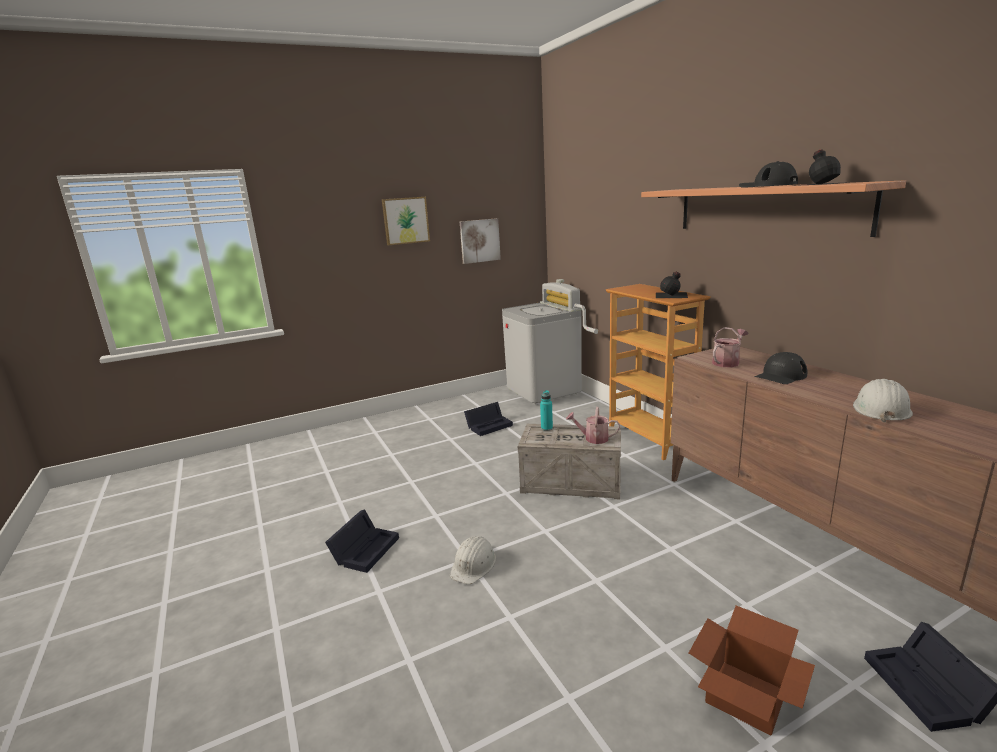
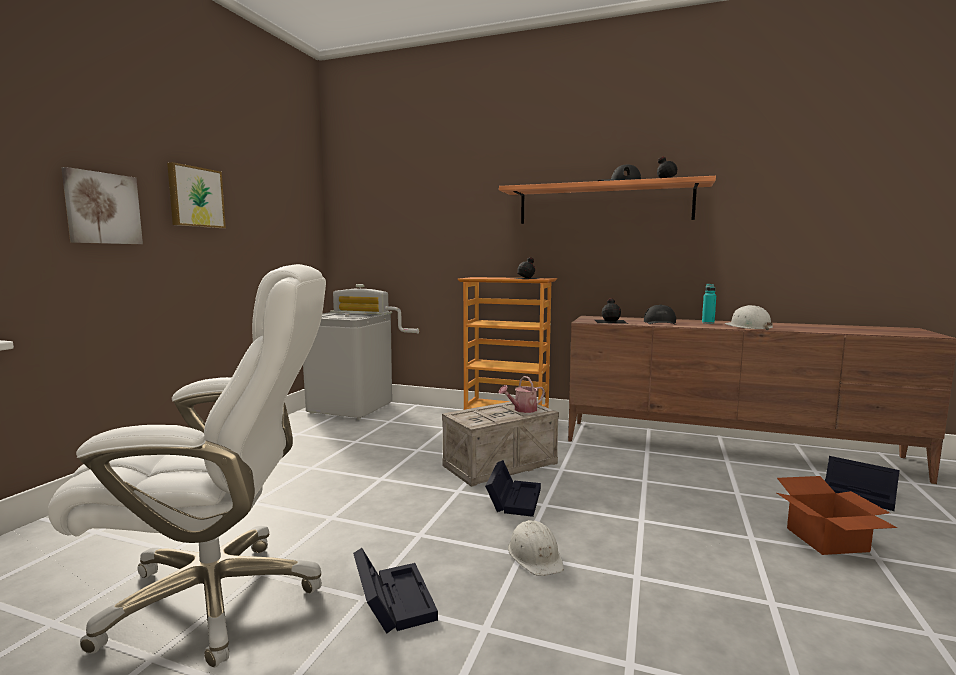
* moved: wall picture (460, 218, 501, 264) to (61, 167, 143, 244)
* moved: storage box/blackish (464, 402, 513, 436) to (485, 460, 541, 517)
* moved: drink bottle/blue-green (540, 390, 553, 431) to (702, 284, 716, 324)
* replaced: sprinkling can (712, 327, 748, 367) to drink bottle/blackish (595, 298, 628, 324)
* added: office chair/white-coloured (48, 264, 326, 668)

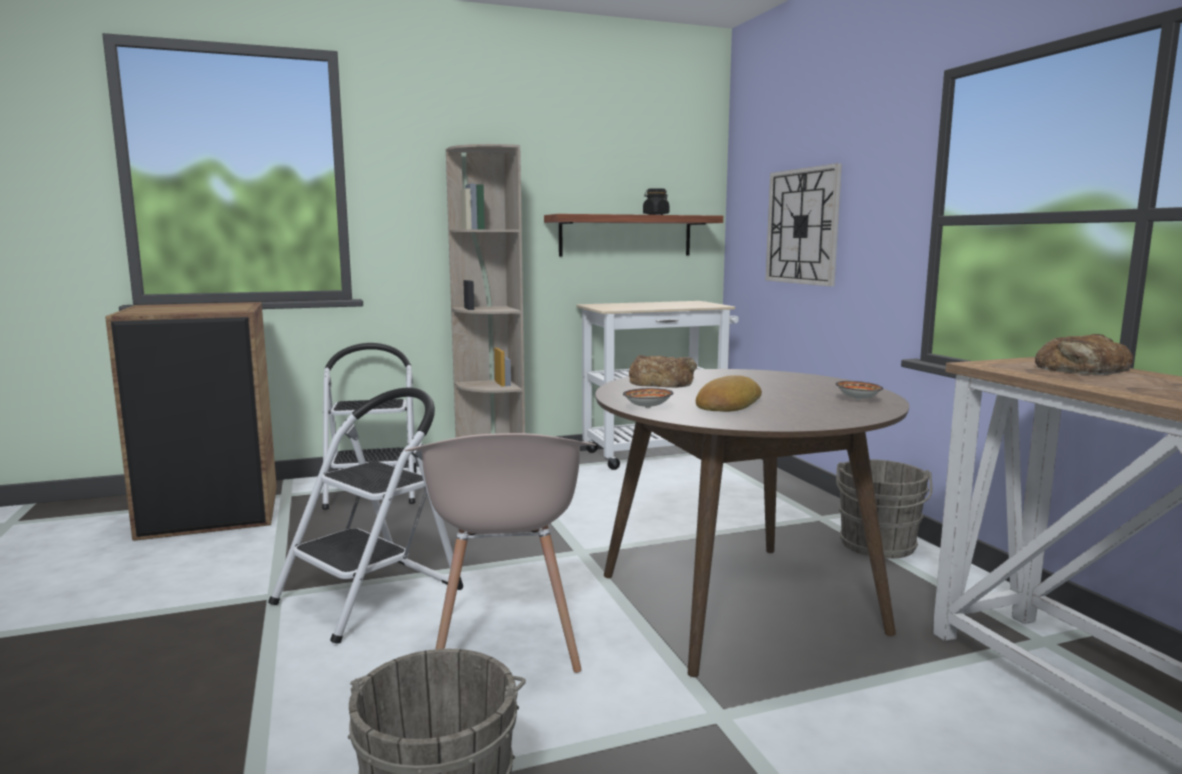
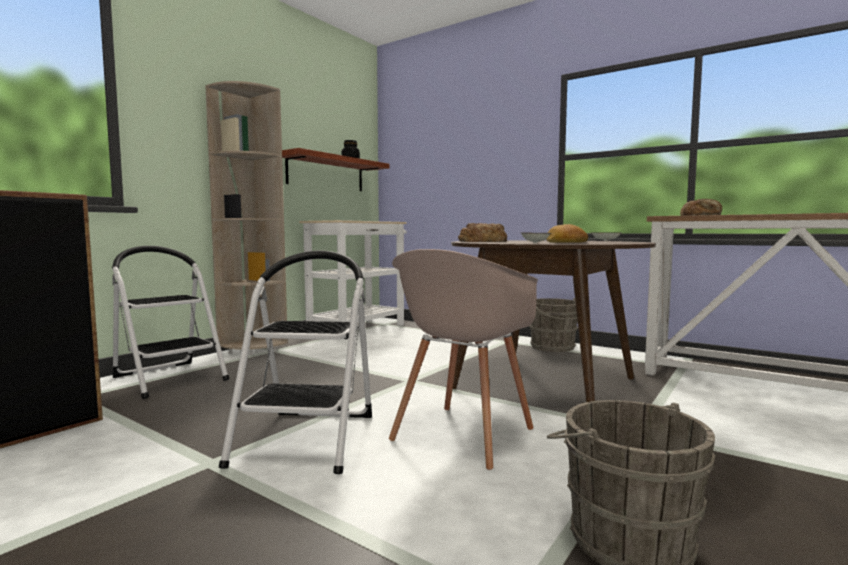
* turned: chair/sand-coloured (404, 433, 596, 673) = (389, 249, 538, 470) 75 degrees clockwise
* removed: wall clock (766, 163, 842, 286)

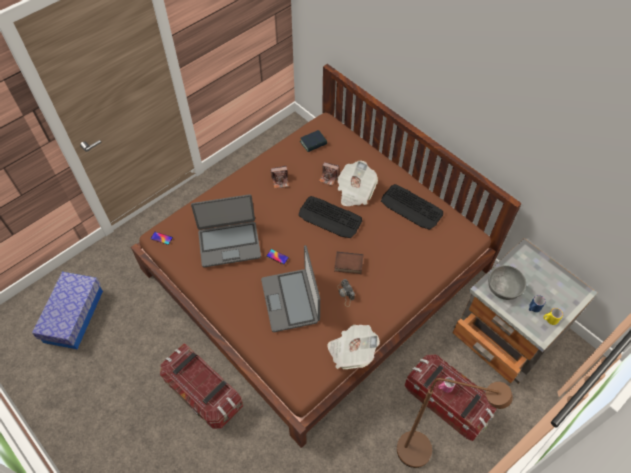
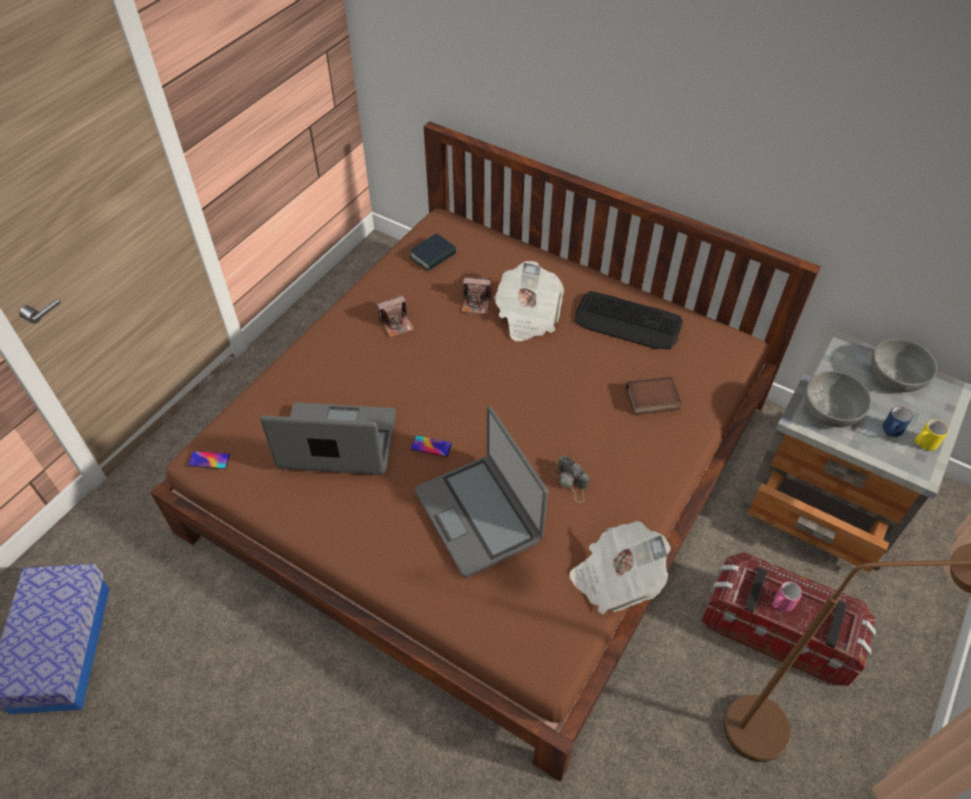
* removed: storage box (160, 344, 243, 429)
* turned: notebook computer (191, 194, 261, 267) = (260, 403, 396, 475) 150 degrees counterclockwise
* removed: keyboard (299, 196, 362, 238)
* moved: volume (334, 252, 363, 274) to (626, 377, 682, 415)
* added: bowl/gray (871, 338, 937, 392)

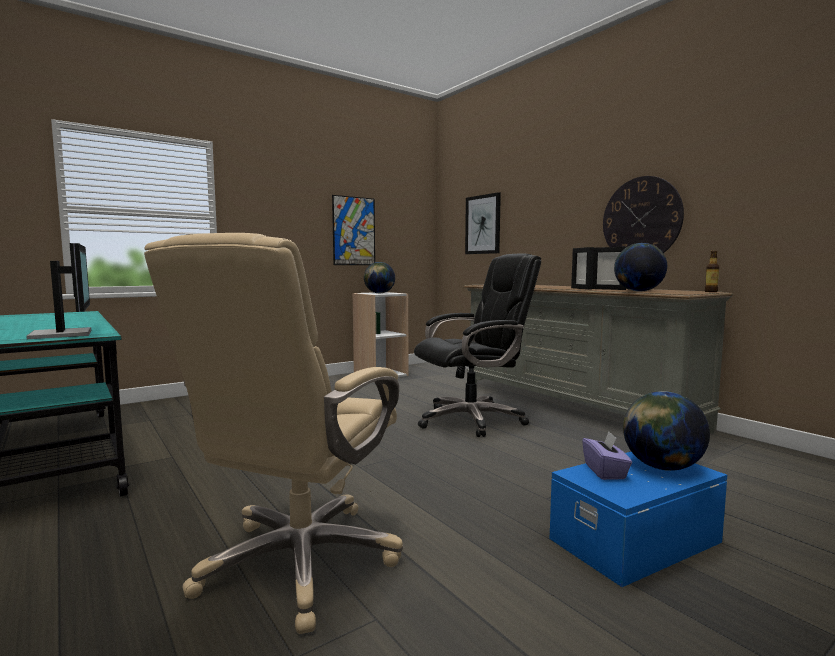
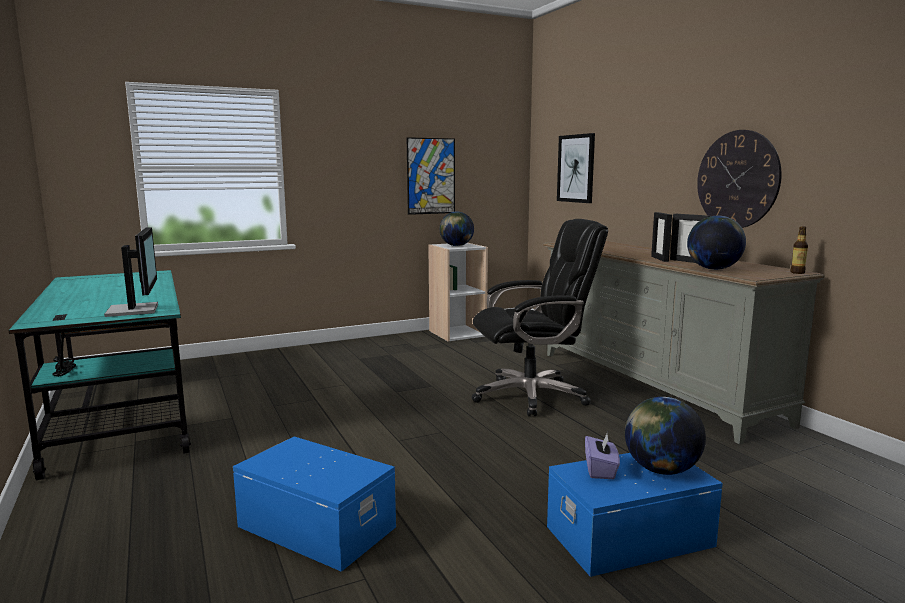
* replaced: office chair/sand-coloured (144, 233, 403, 634) to storage box/blue-coloured (233, 436, 396, 572)

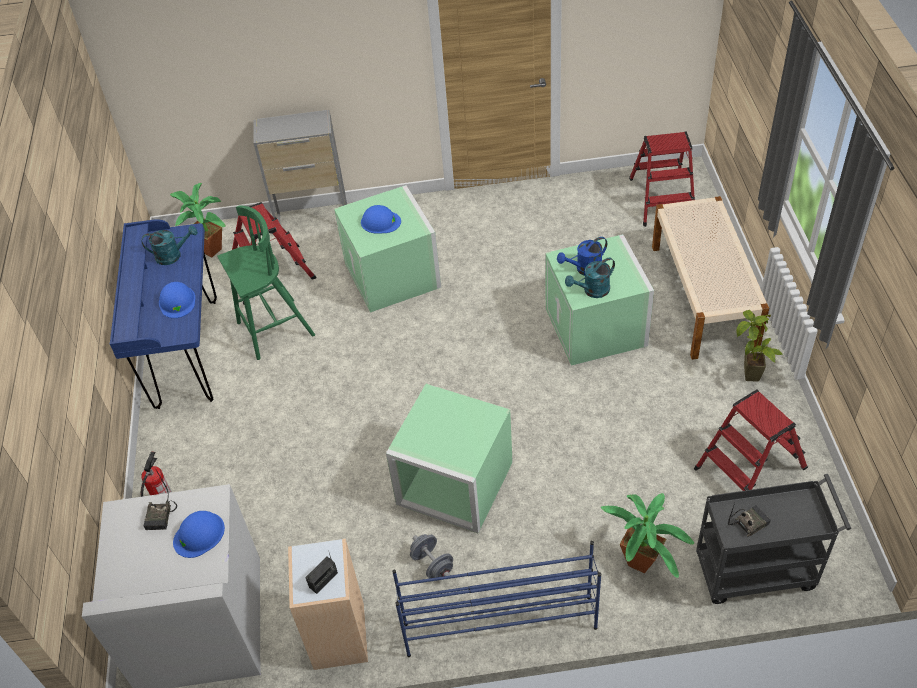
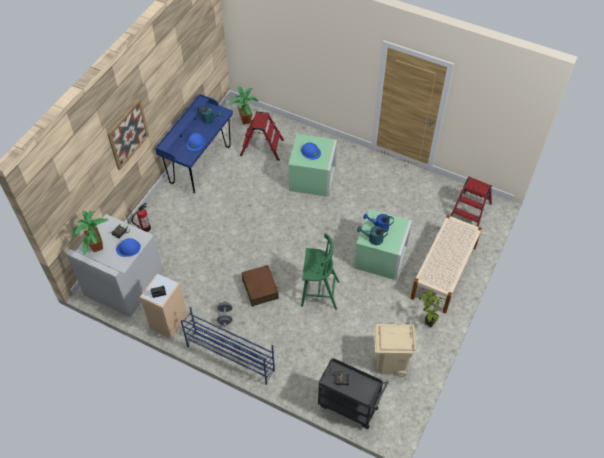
* moved: stool seat/green (217, 206, 315, 360) to (301, 233, 339, 310)
* removed: cabinet/gray (253, 110, 347, 223)
* replaced: storage box/green (386, 384, 513, 533) to suitcase/brownish (241, 265, 279, 307)
* moved: plant in a pot (601, 493, 694, 578) to (72, 210, 108, 255)
* replaced: step stool/red (694, 389, 808, 491) to trash can/sand-coloured (374, 324, 417, 377)
* added: wall picture (108, 99, 149, 170)

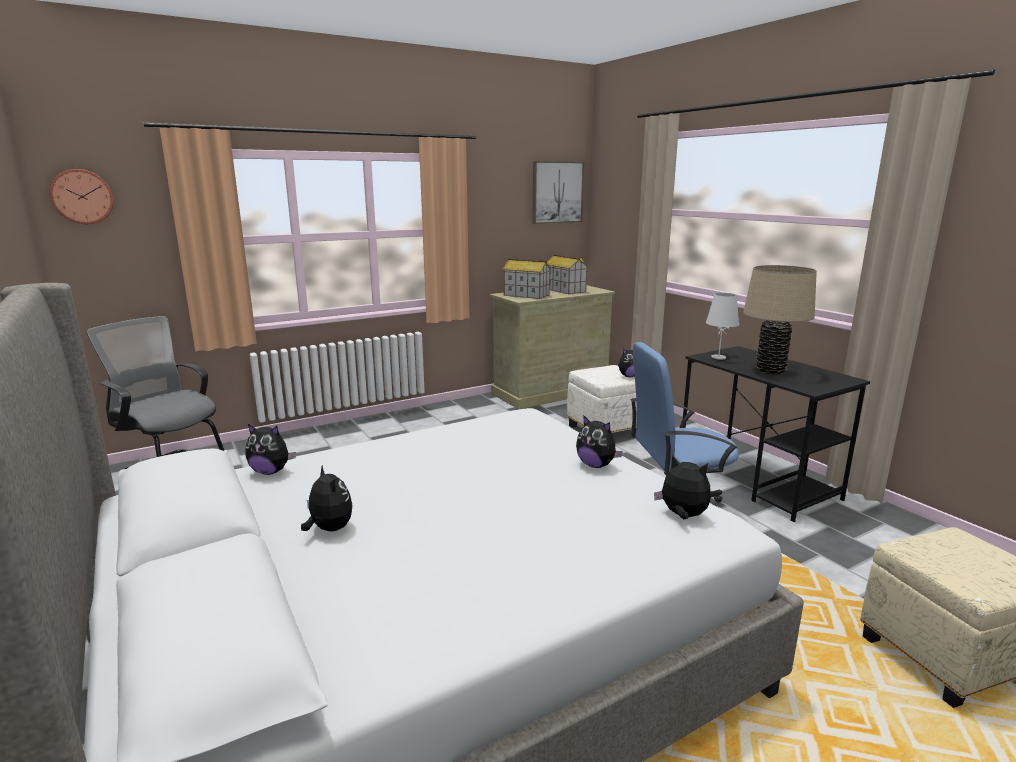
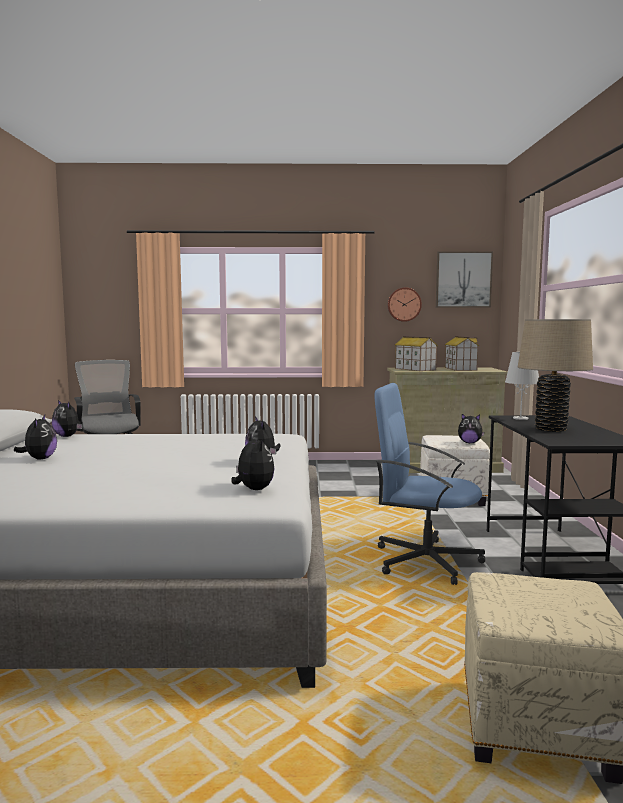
* moved: wall clock (49, 169, 114, 224) to (387, 287, 422, 322)

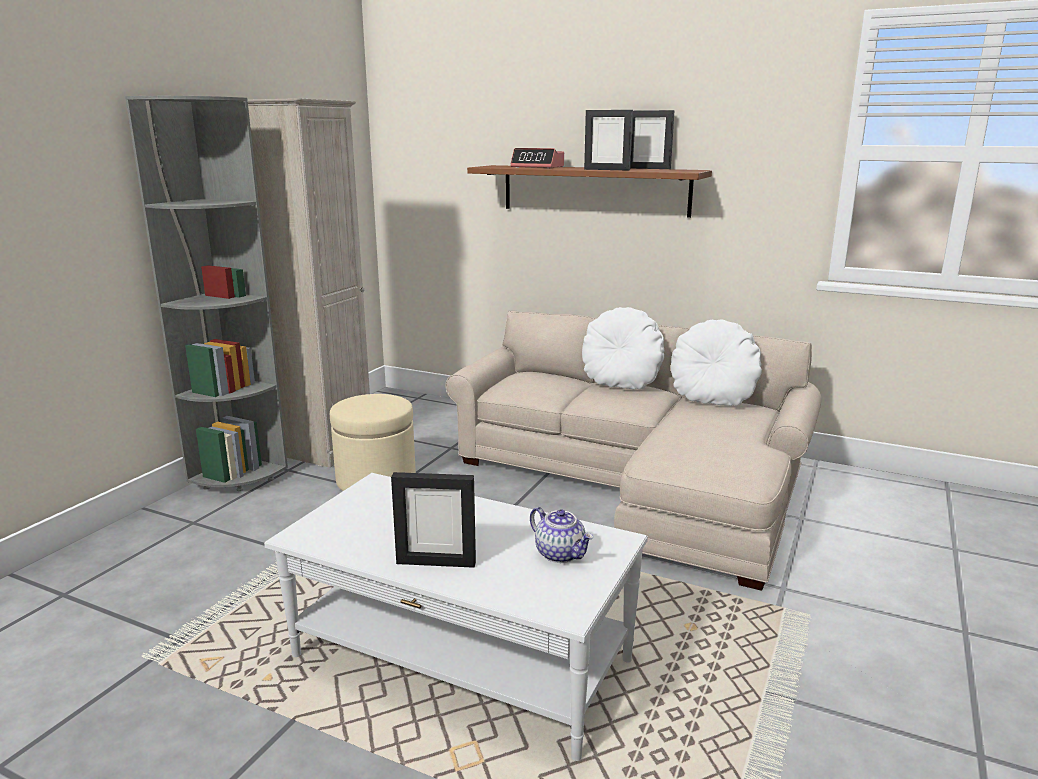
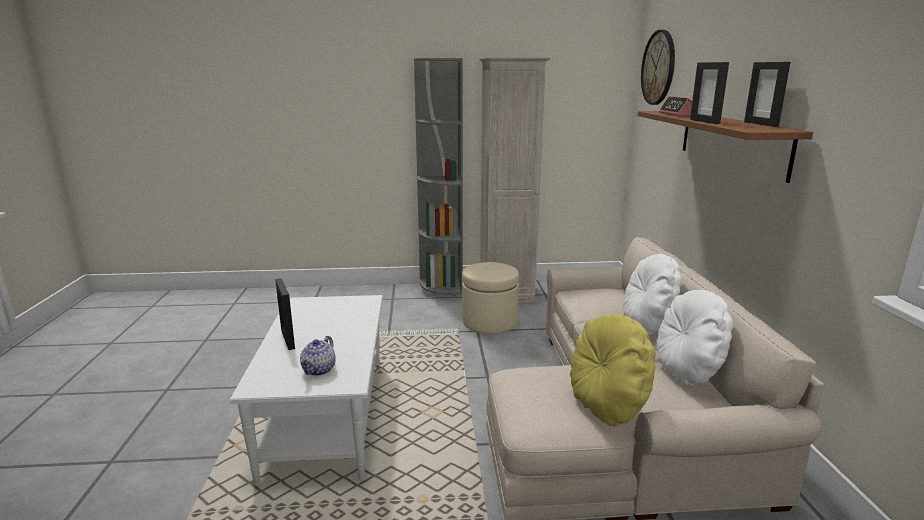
* added: pillow/yellow-coloured (570, 314, 656, 426)
* added: wall clock (641, 30, 675, 105)

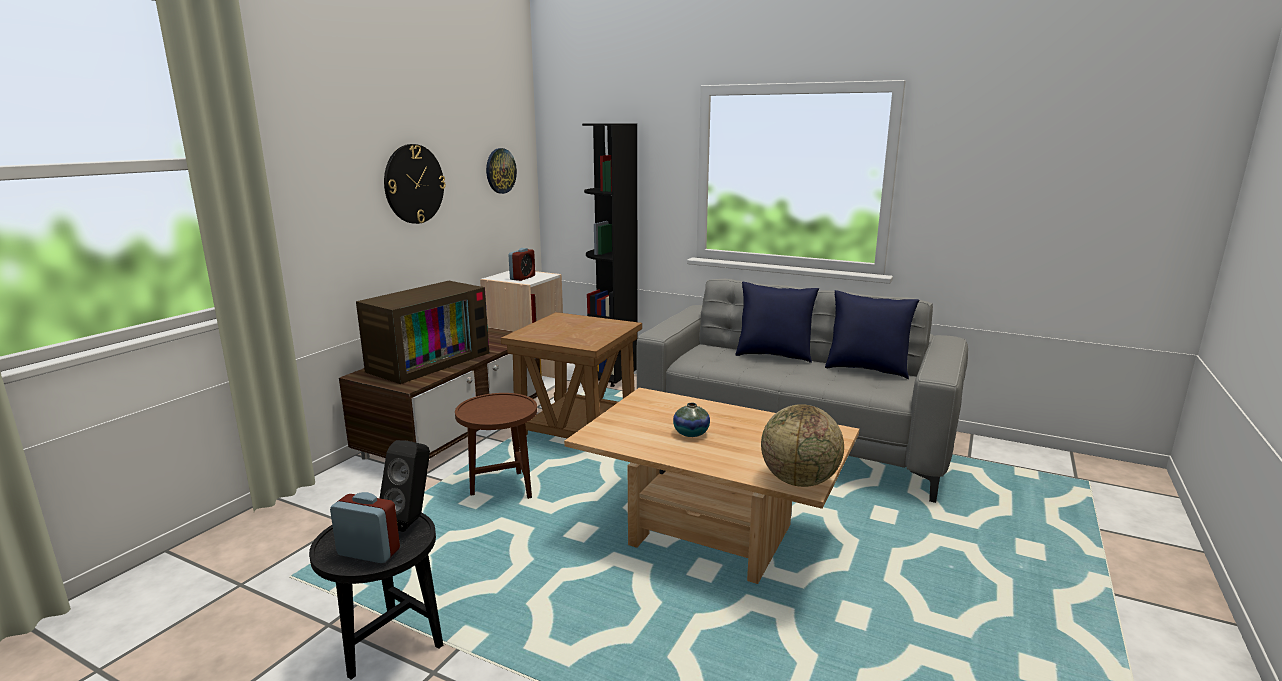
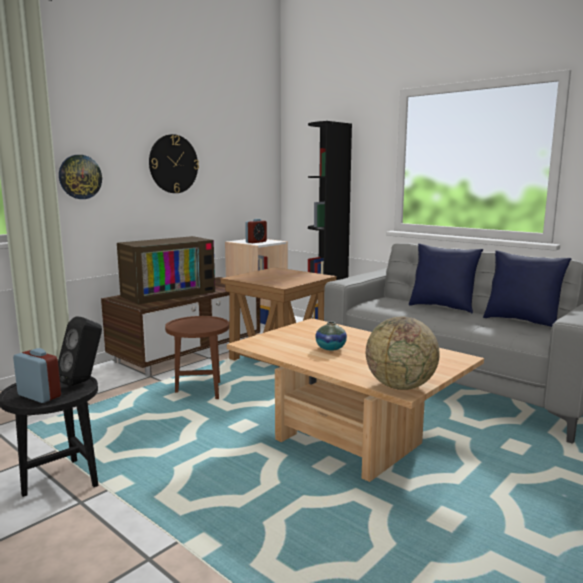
* moved: wall clock (486, 148, 517, 194) to (59, 155, 102, 199)

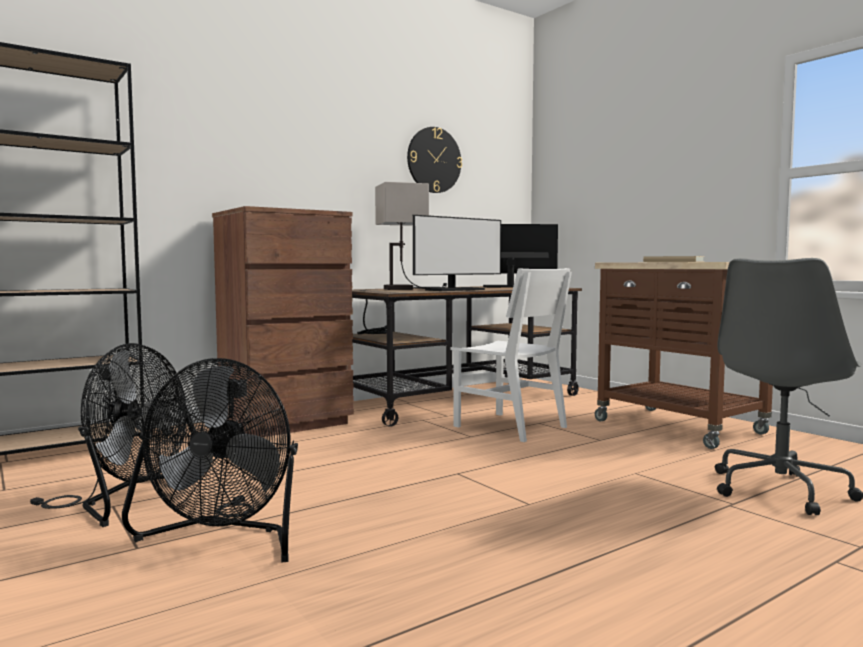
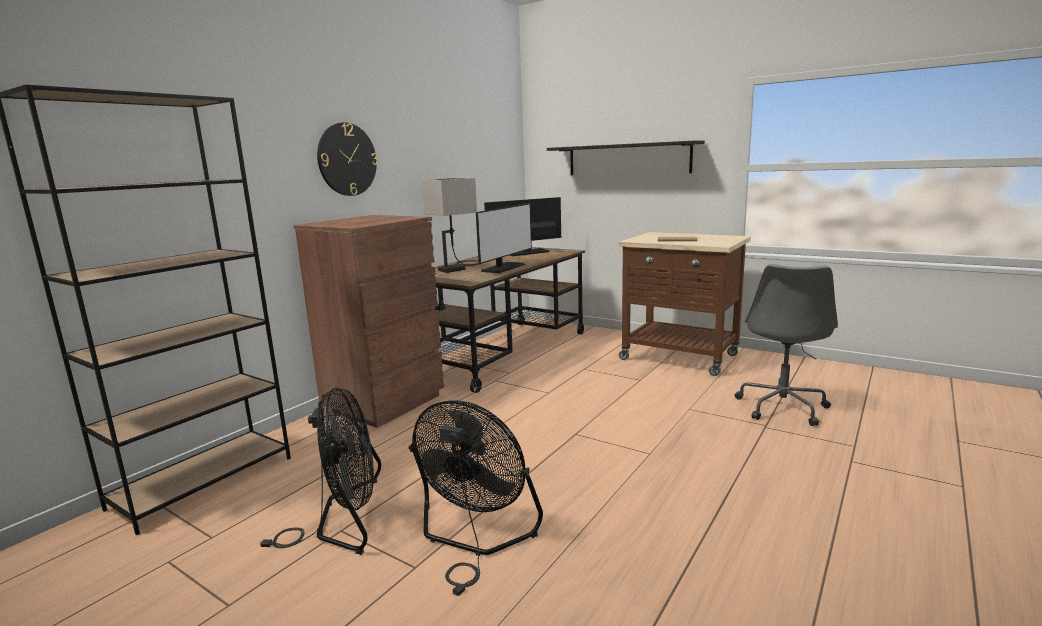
* turned: cooling fan/blackish (122, 358, 298, 563) = (408, 400, 543, 596) 150 degrees counterclockwise
* moved: wall clock (407, 127, 462, 193) to (317, 122, 378, 196)
* removed: chair/white-coloured (450, 268, 572, 442)
* added: wall shelf/blackish (547, 141, 705, 175)

